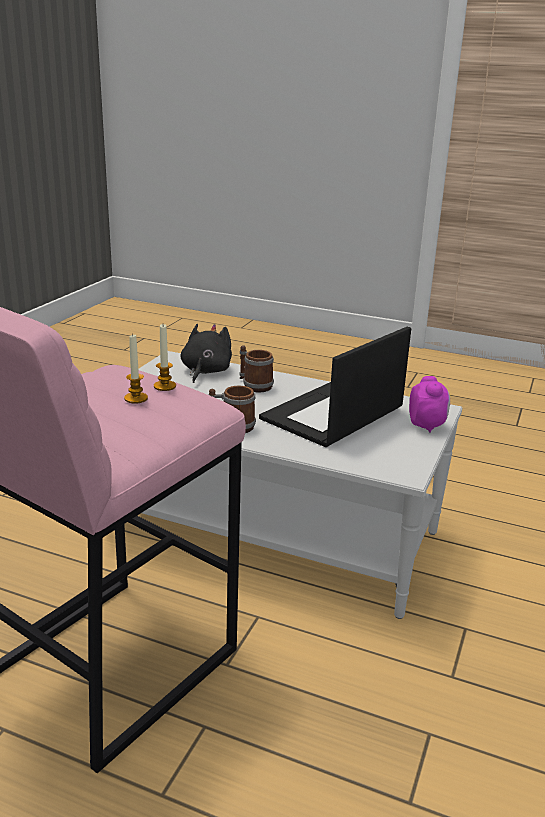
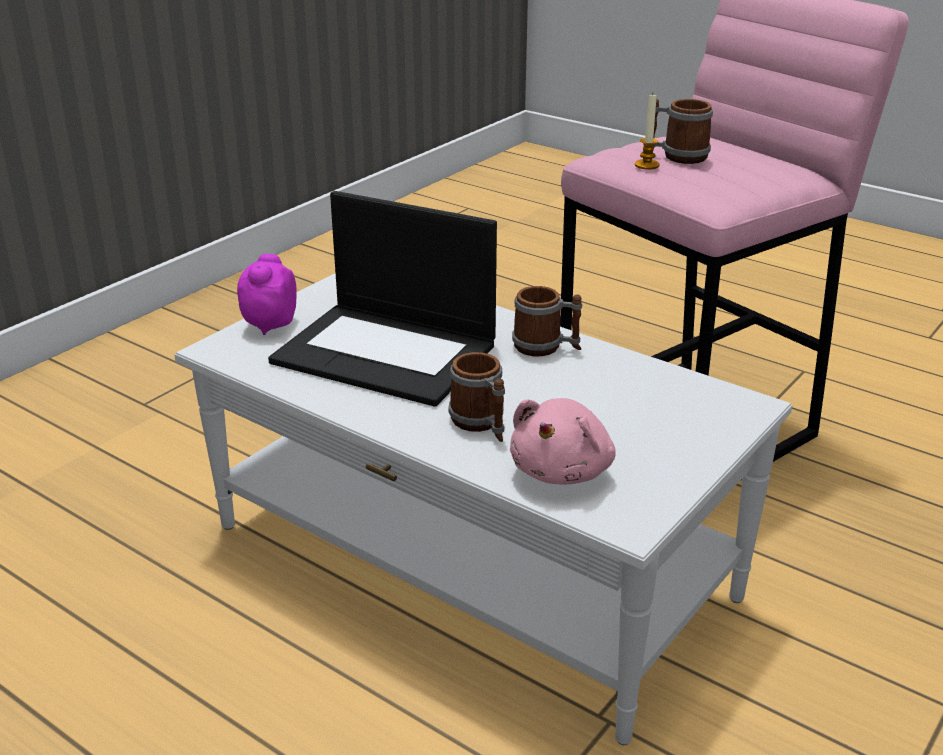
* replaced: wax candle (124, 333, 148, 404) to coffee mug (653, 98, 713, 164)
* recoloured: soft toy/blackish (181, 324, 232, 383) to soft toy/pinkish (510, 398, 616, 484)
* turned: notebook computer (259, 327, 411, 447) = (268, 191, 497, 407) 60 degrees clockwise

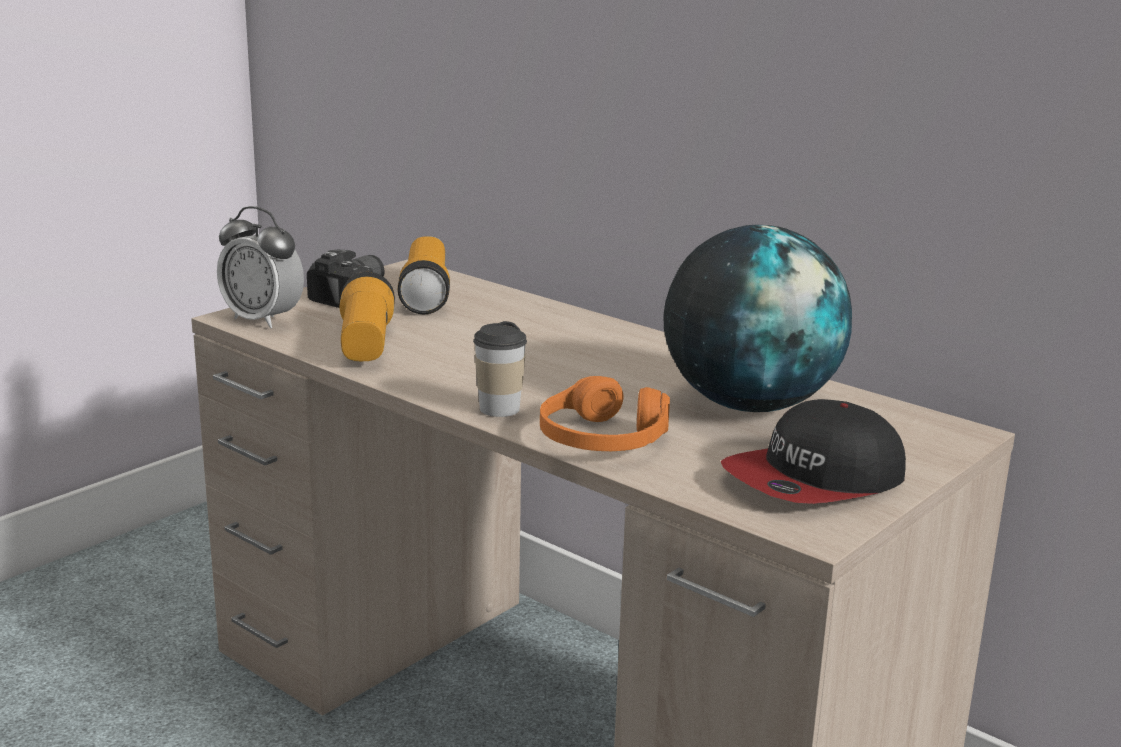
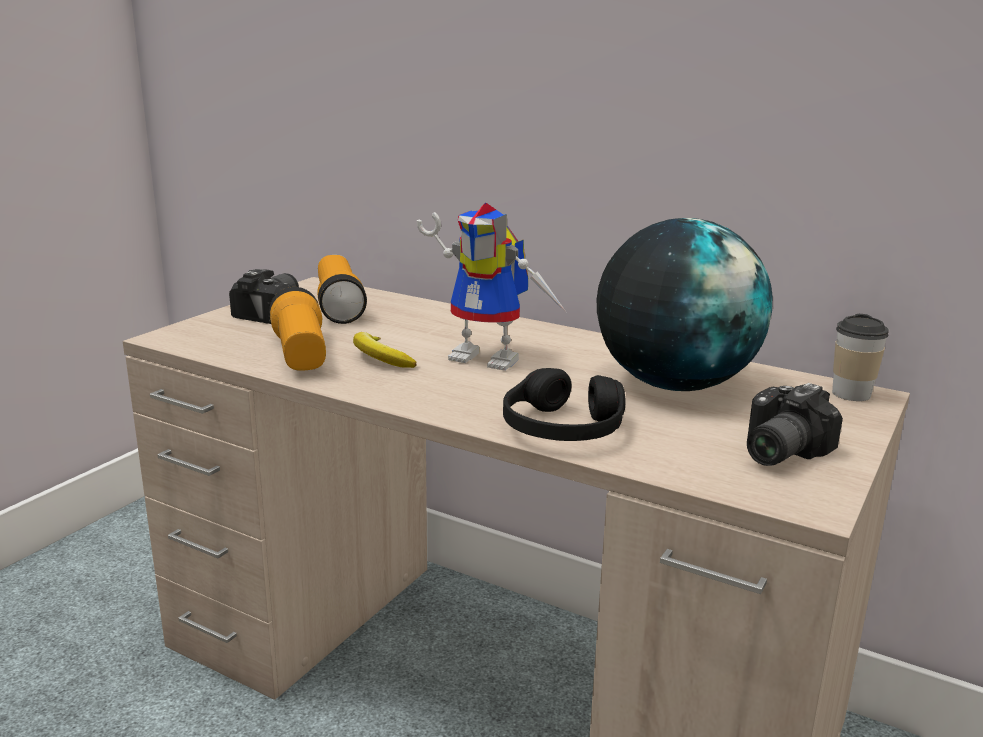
* removed: table clock (217, 206, 304, 328)
* moved: cup (473, 321, 527, 417) to (832, 314, 889, 401)
* recoloured: headphones/orange-coloured (540, 376, 670, 451) to headphones/blackish (503, 368, 625, 441)
* replaced: peaked cap (720, 399, 906, 504) to photo camera (747, 383, 843, 466)
* added: whole banana (353, 332, 417, 368)
* added: model robot (417, 203, 567, 371)

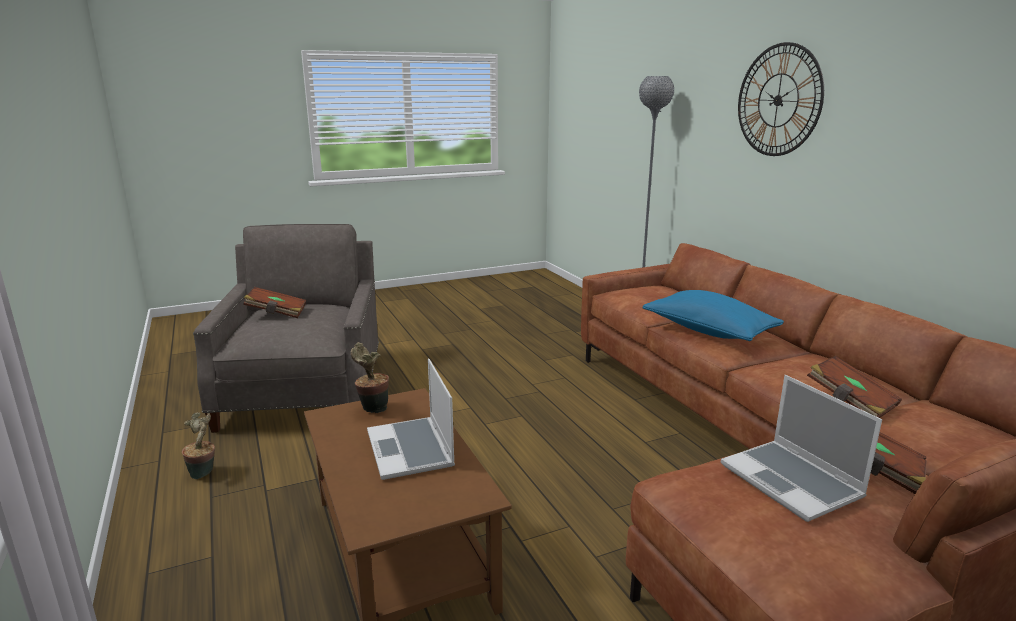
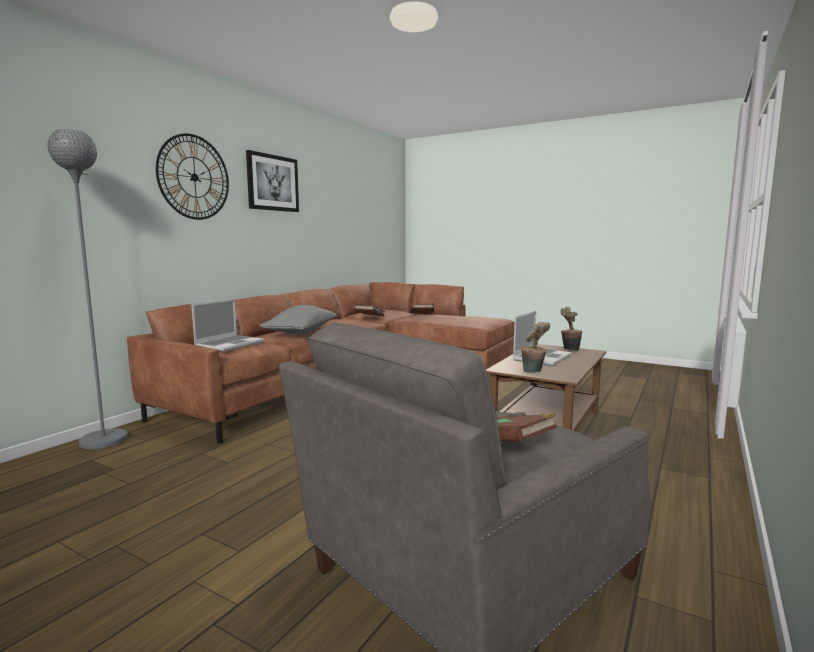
* moved: plant in a pot (182, 412, 215, 479) to (561, 307, 582, 351)
* recoloured: pillow/blue-coloured (642, 290, 784, 341) to pillow/gray (260, 305, 337, 334)
* moved: notebook computer (721, 375, 882, 522) to (192, 299, 264, 352)
* added: wall picture (246, 150, 299, 212)

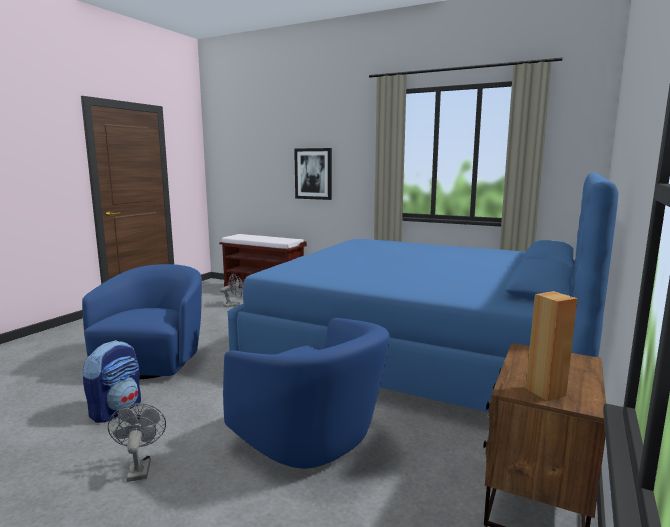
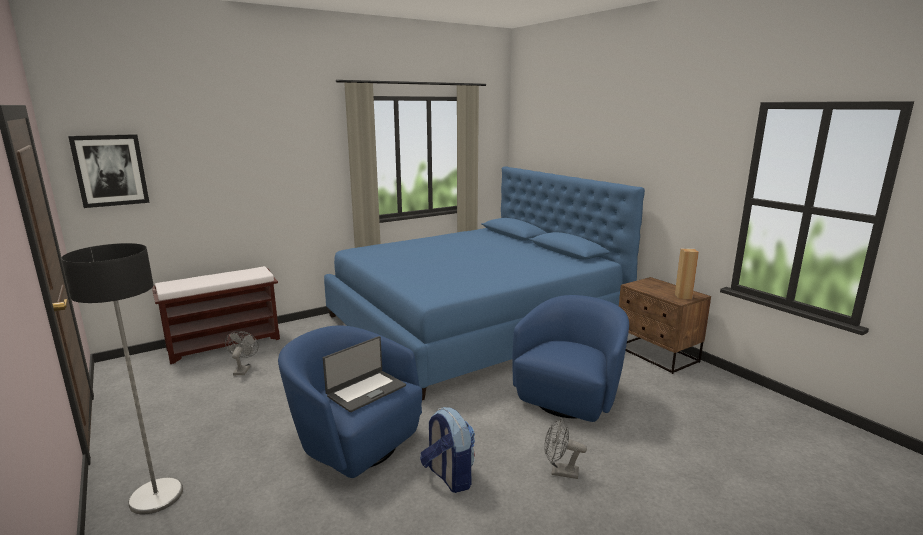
* turned: lounge chair/blue-coloured (223, 318, 390, 468) = (512, 295, 629, 422) 45 degrees counterclockwise
* moved: wall picture (294, 148, 332, 200) to (68, 134, 149, 208)
* added: standing lamp (61, 243, 183, 515)
* added: notebook computer (323, 336, 406, 412)

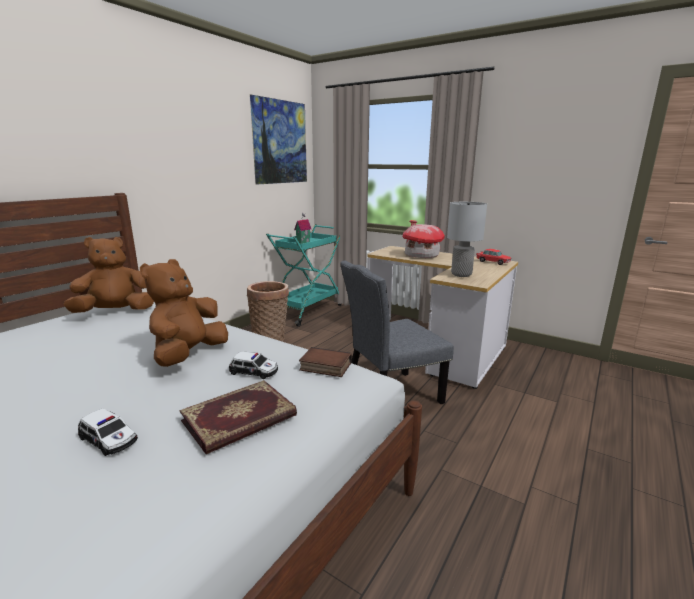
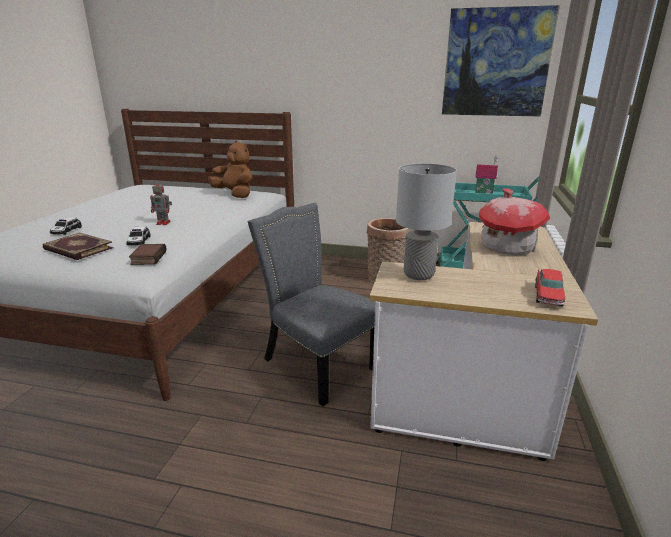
* replaced: soft toy/brownish (140, 259, 228, 367) to model robot (150, 180, 172, 225)

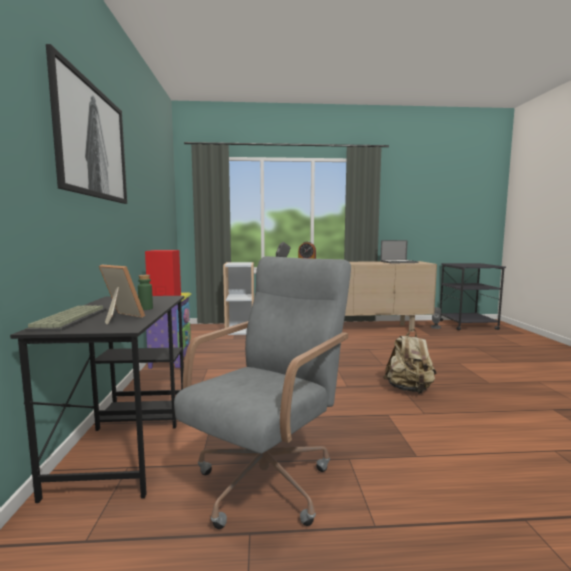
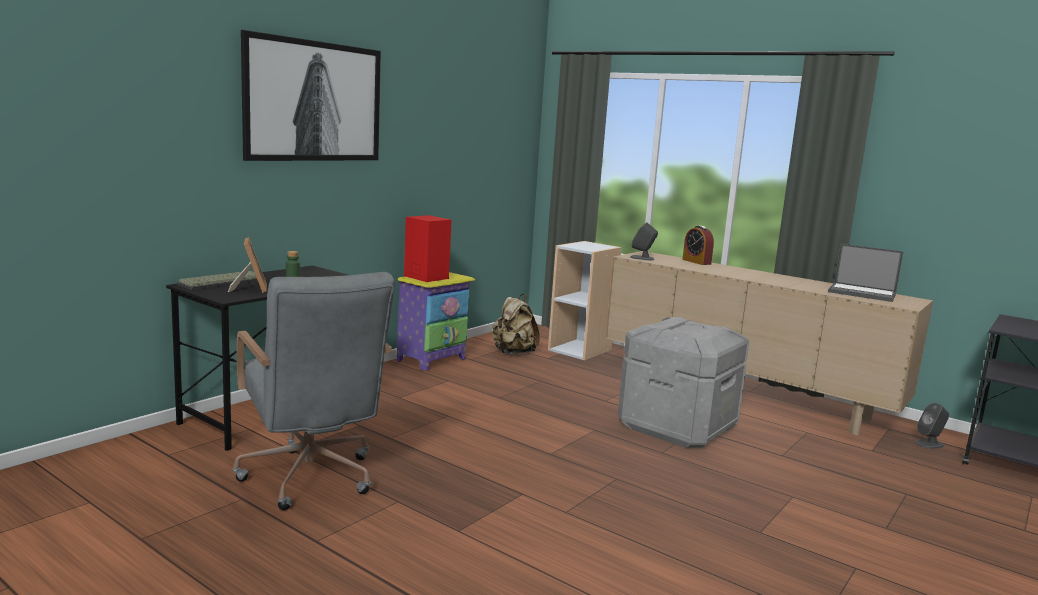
* turned: office chair/gray (174, 256, 351, 529) = (232, 272, 395, 510) 75 degrees clockwise
* moved: rucksack/sand-coloured (383, 329, 437, 394) to (492, 294, 540, 354)
* added: storage box/gray (618, 317, 749, 448)

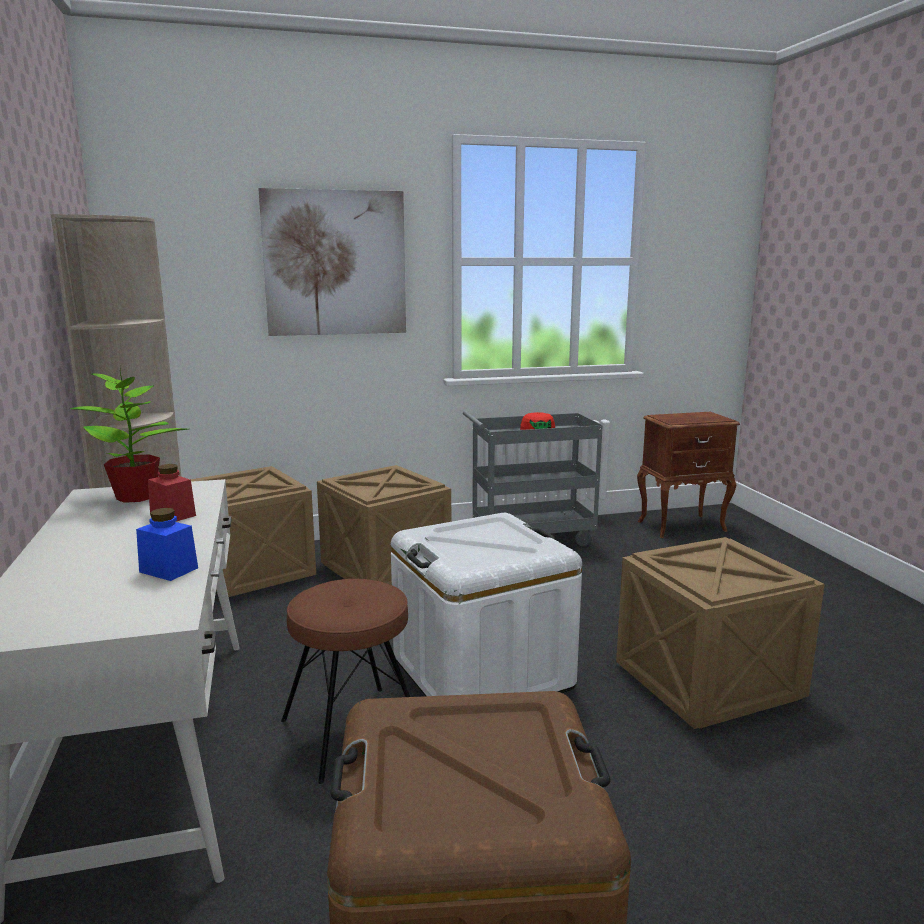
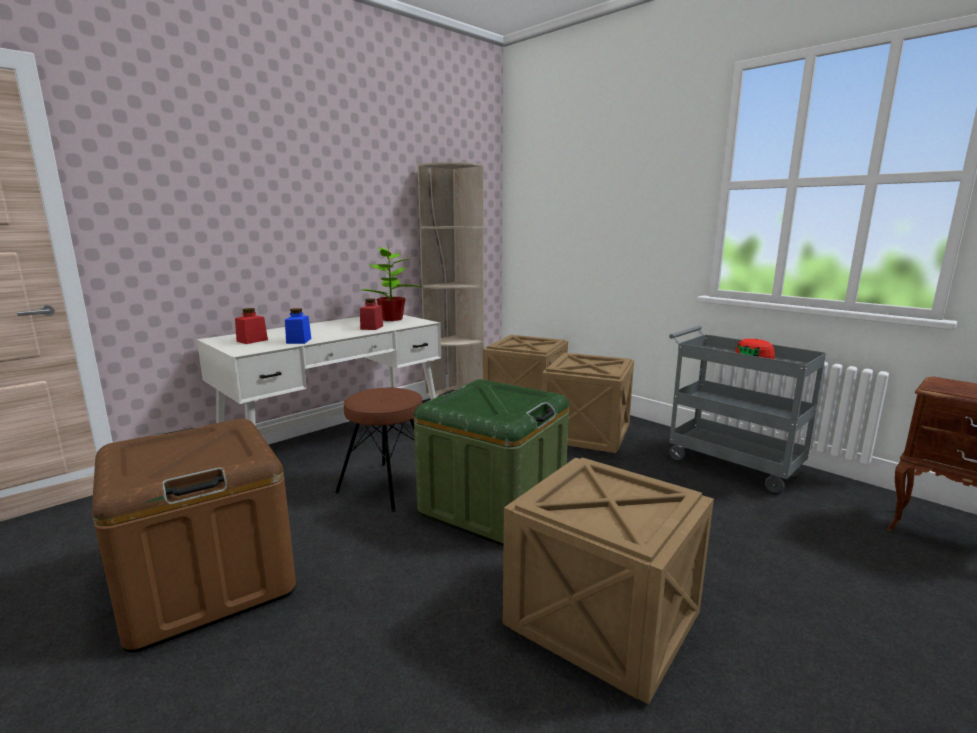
* removed: wall picture (258, 188, 406, 336)
* recoloured: storage box/white-coloured (391, 513, 582, 696) to storage box/green (414, 379, 569, 546)
* added: jar/red (235, 308, 268, 344)

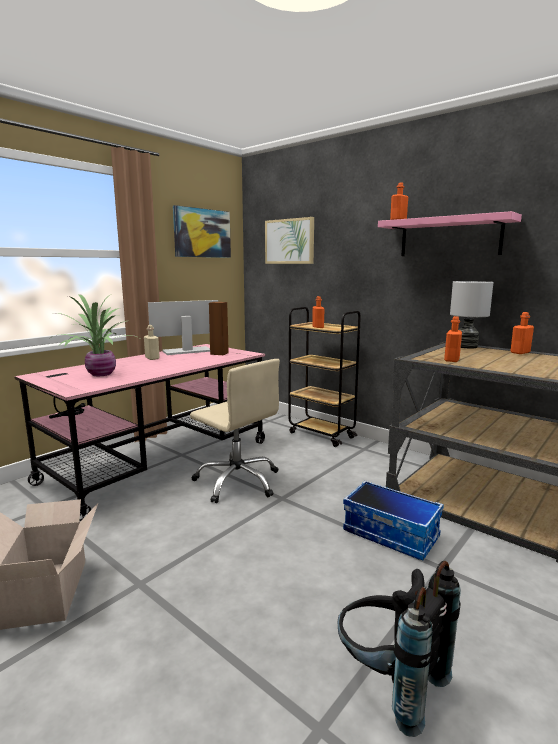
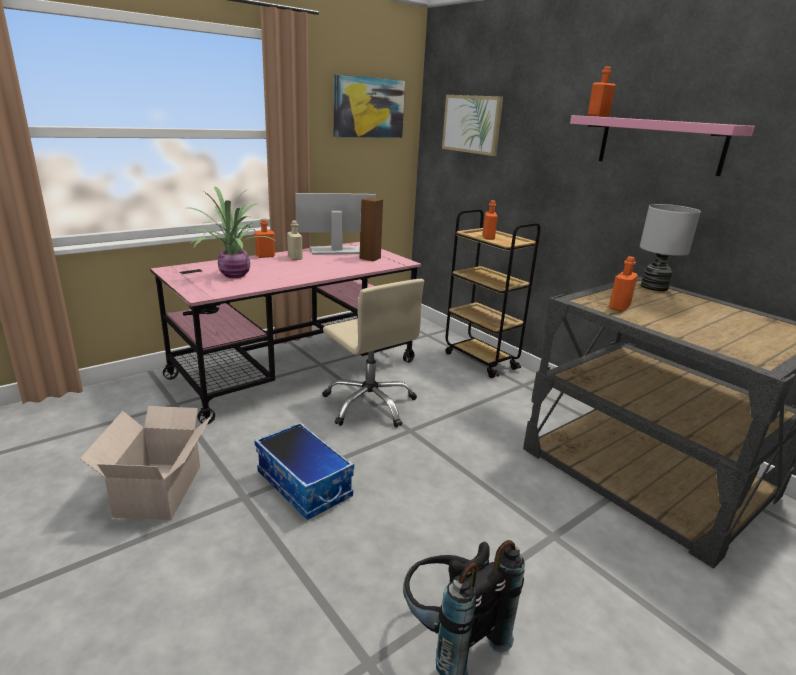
* moved: storage box (343, 480, 444, 560) to (254, 422, 354, 520)
* moved: drink bottle/orange-coloured (510, 312, 534, 354) to (254, 219, 275, 258)

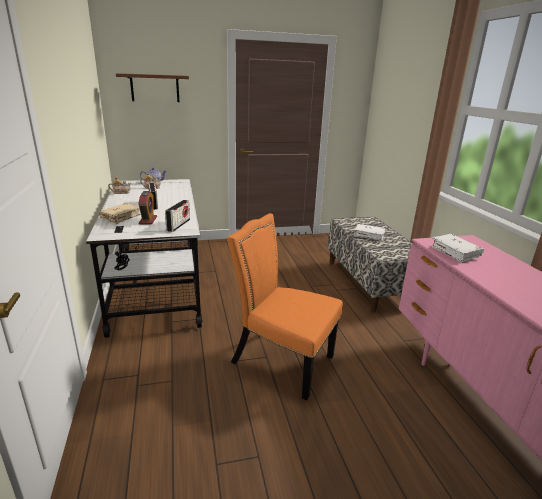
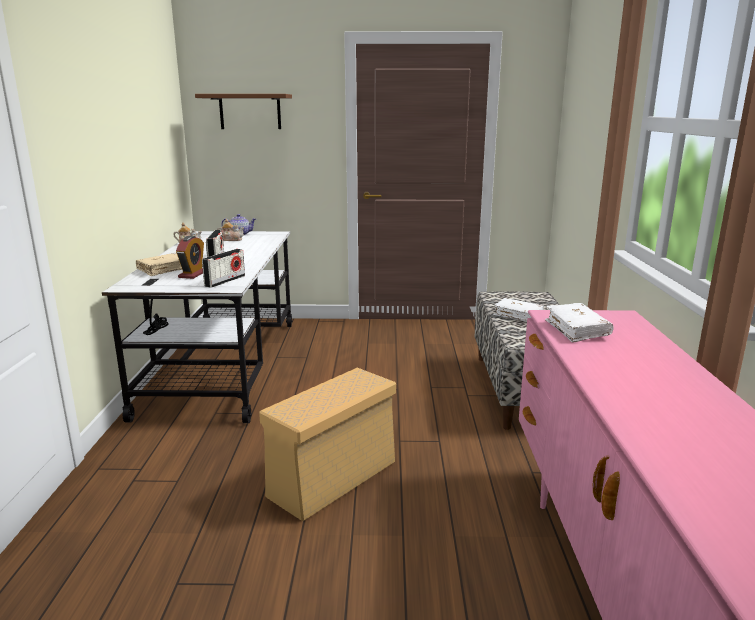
* replaced: chair/orange-coloured (227, 213, 343, 400) to storage box/sand-coloured (259, 368, 396, 521)

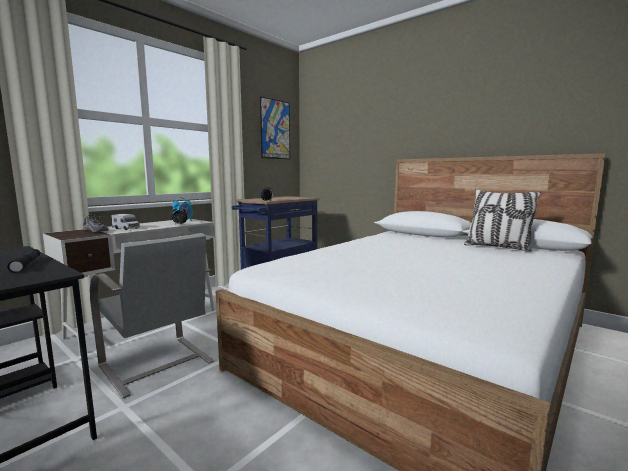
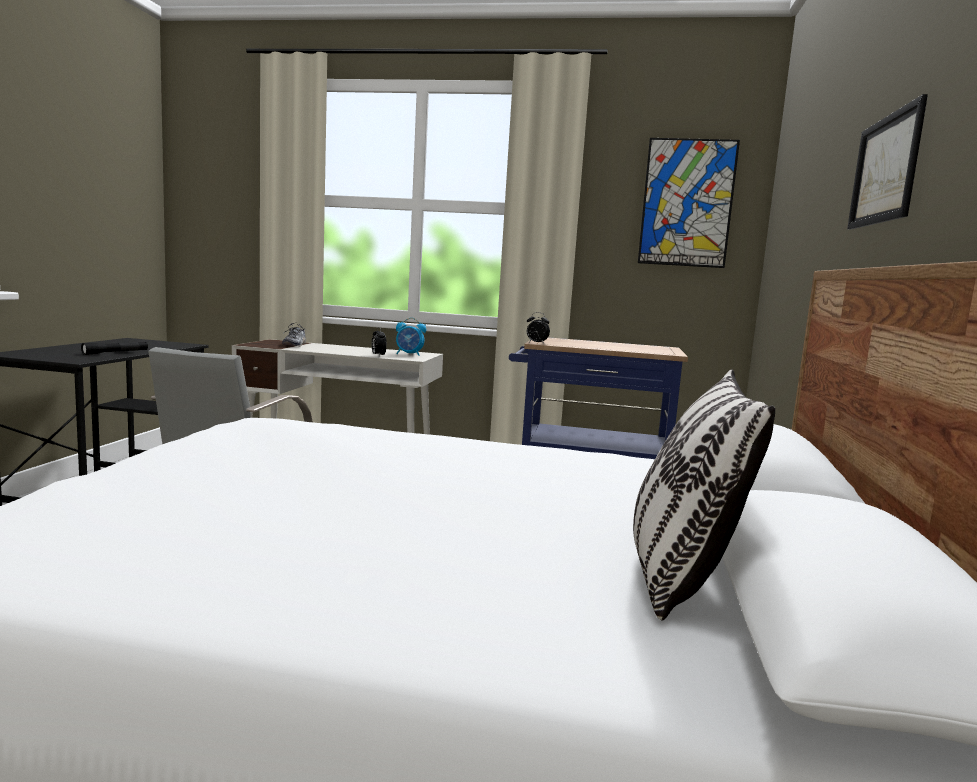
* removed: toy truck (111, 214, 140, 230)
* added: wall picture (847, 94, 928, 229)

